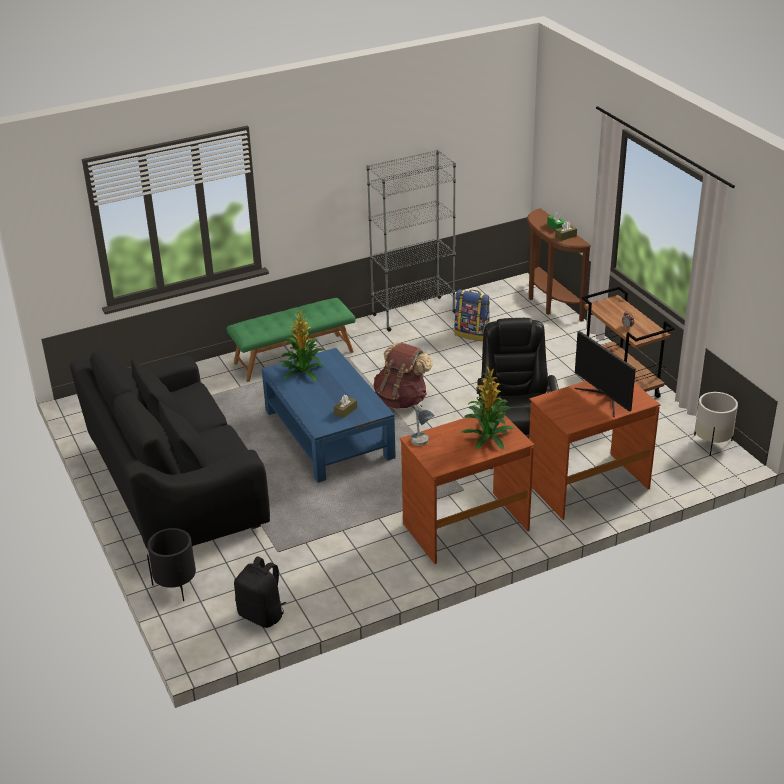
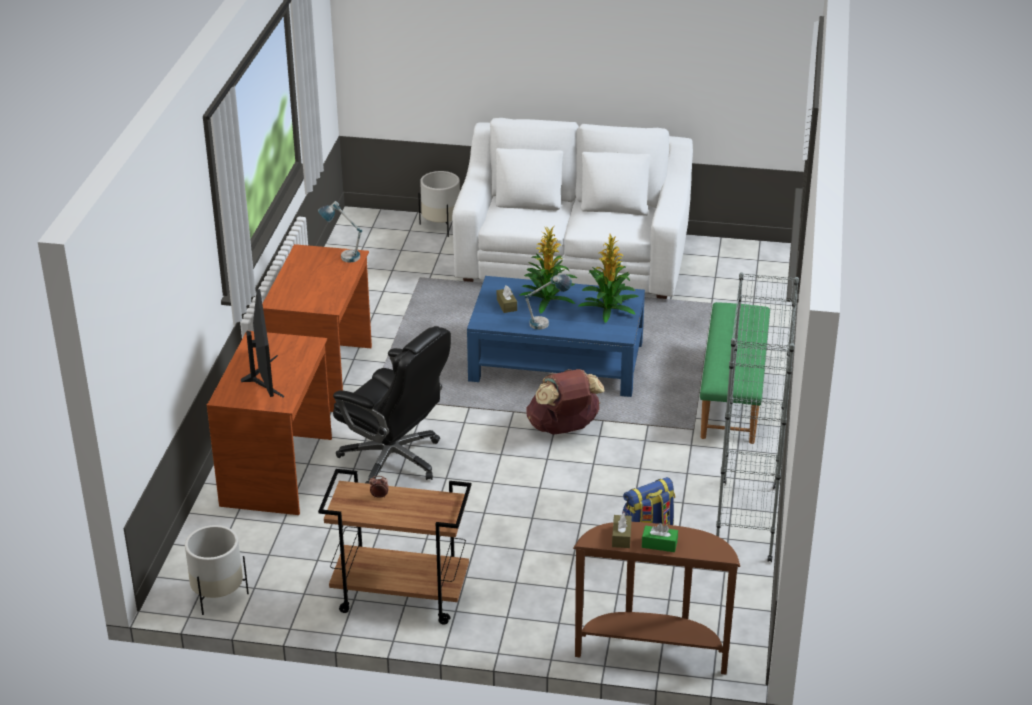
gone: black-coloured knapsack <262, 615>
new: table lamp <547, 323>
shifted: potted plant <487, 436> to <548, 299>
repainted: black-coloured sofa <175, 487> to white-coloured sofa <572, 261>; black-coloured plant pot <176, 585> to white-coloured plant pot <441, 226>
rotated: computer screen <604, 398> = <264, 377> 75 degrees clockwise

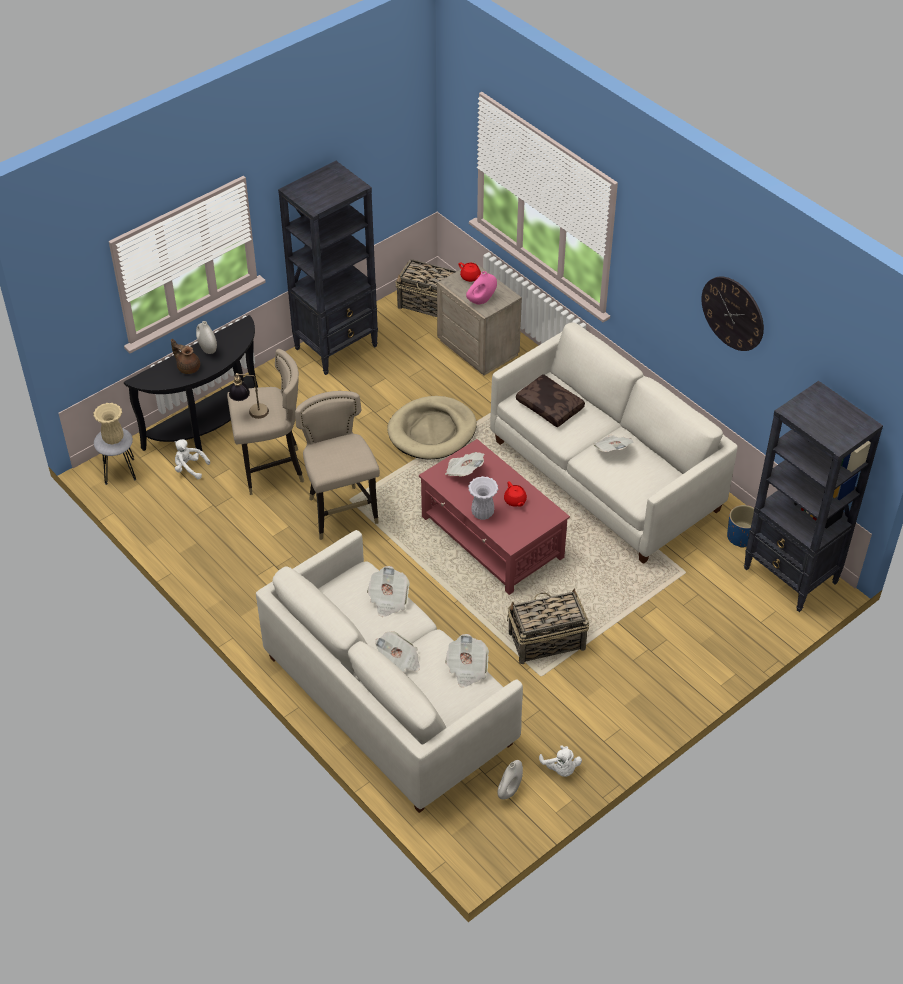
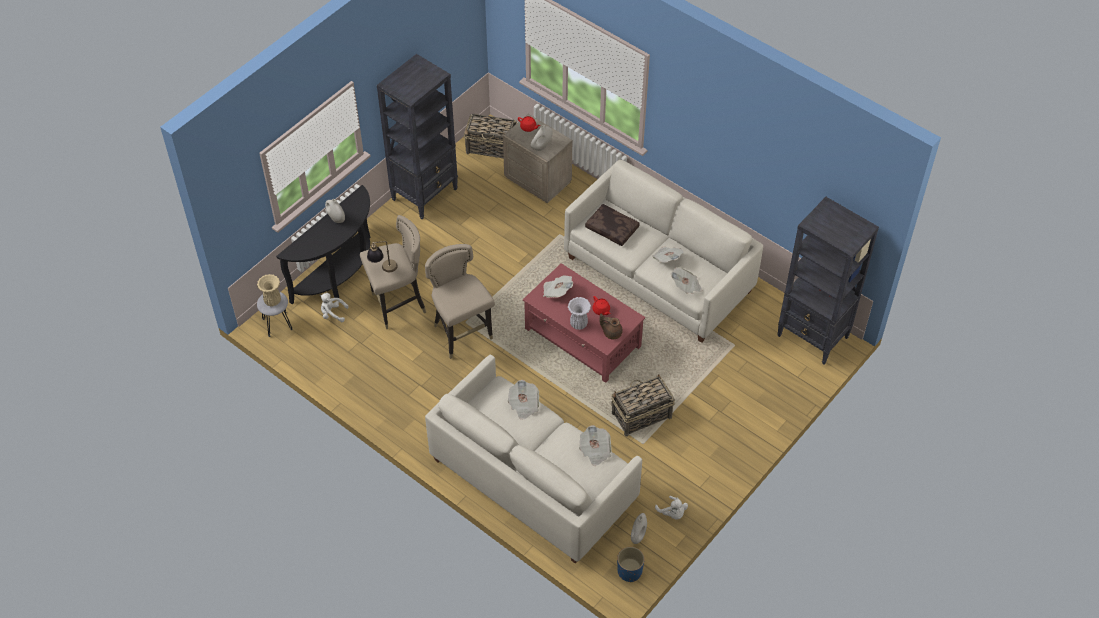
gone: clock on the wall <733, 313>; beige-coloured dog cushion <432, 431>
shifted: brownish teapot <188, 367> to <611, 332>; blue plant pot <741, 537> to <630, 571>; newspaper <399, 660> to <686, 286>
repainted: pinkish decorative vase <481, 300> to white-coloured decorative vase <541, 147>

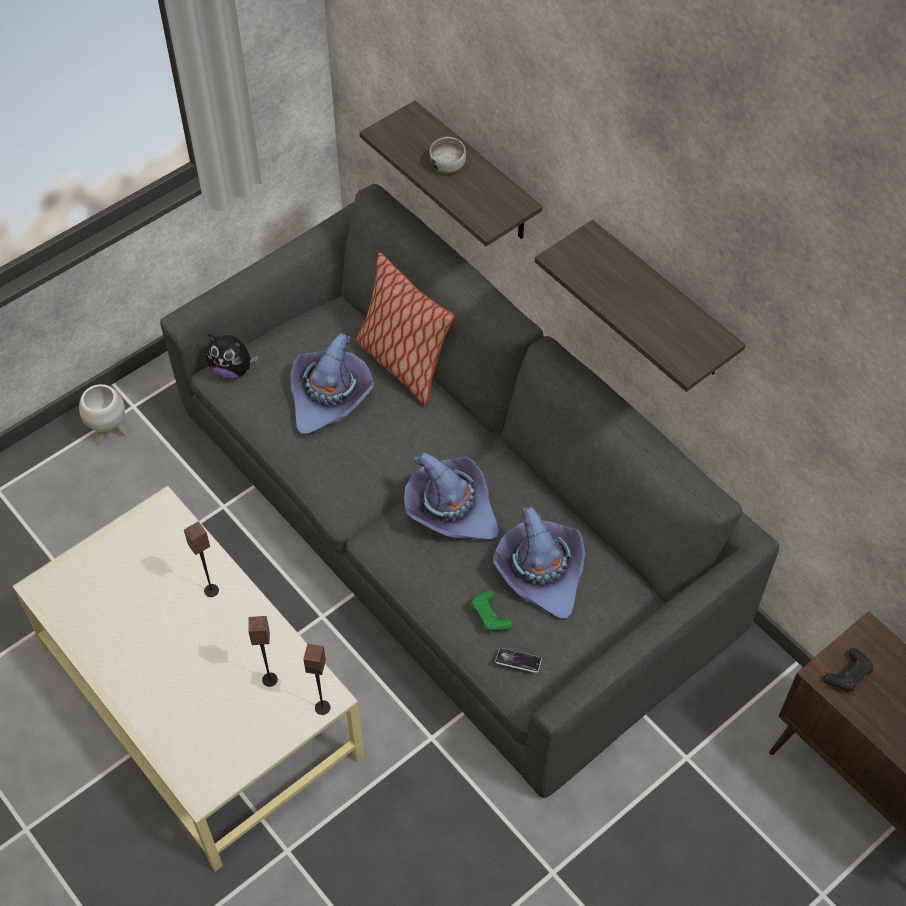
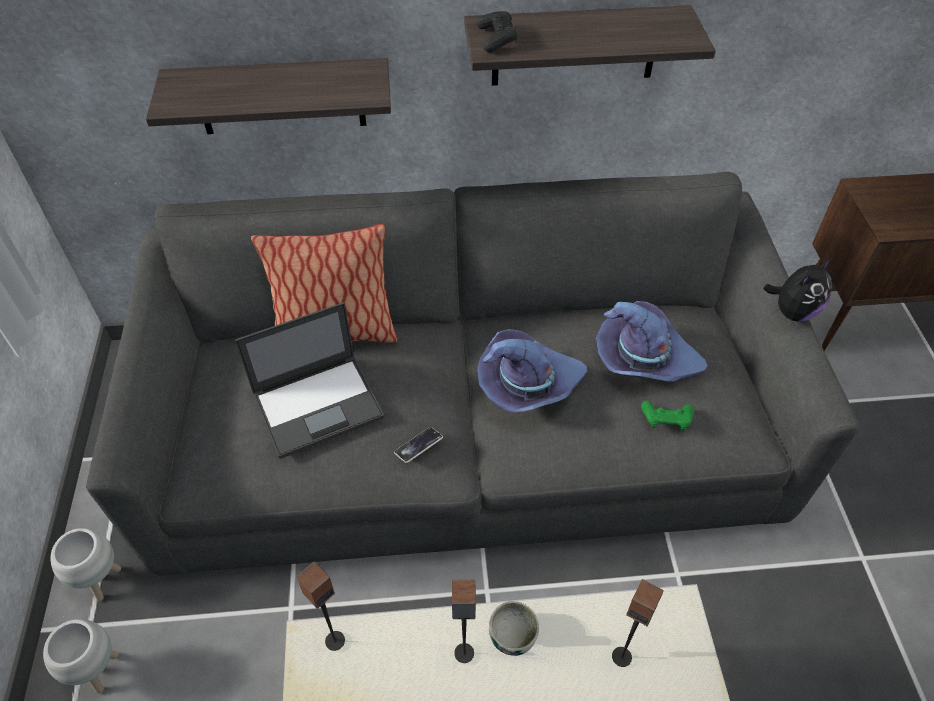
new: white-coloured plant pot <101, 580>
shifted: deep dish <447, 165> to <512, 635>; cuddly toy <232, 370> to <792, 311>; speaker <322, 707> to <334, 640>; handset <518, 661> to <418, 446>; black-coloured game controller <848, 675> to <496, 39>
swapped: purple clothing hat <330, 396> to laptop <319, 404>

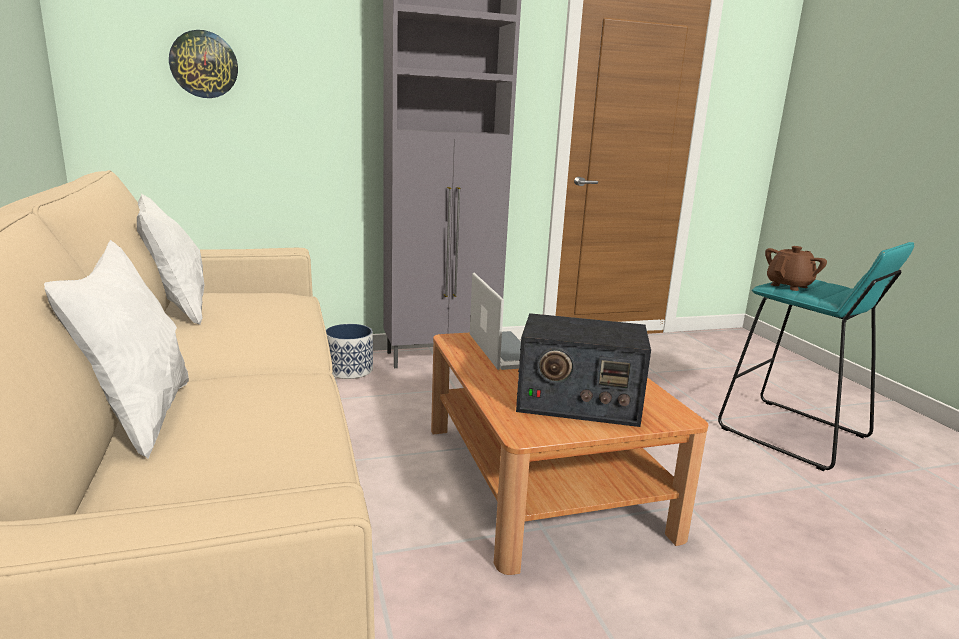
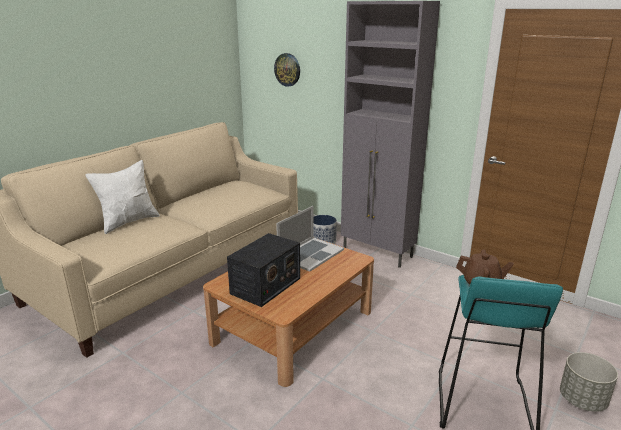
gone: white-coloured pillow <175, 310>
new: gray plant pot <582, 400>
rotated: radio <577, 402> = <265, 286> 120 degrees counterclockwise

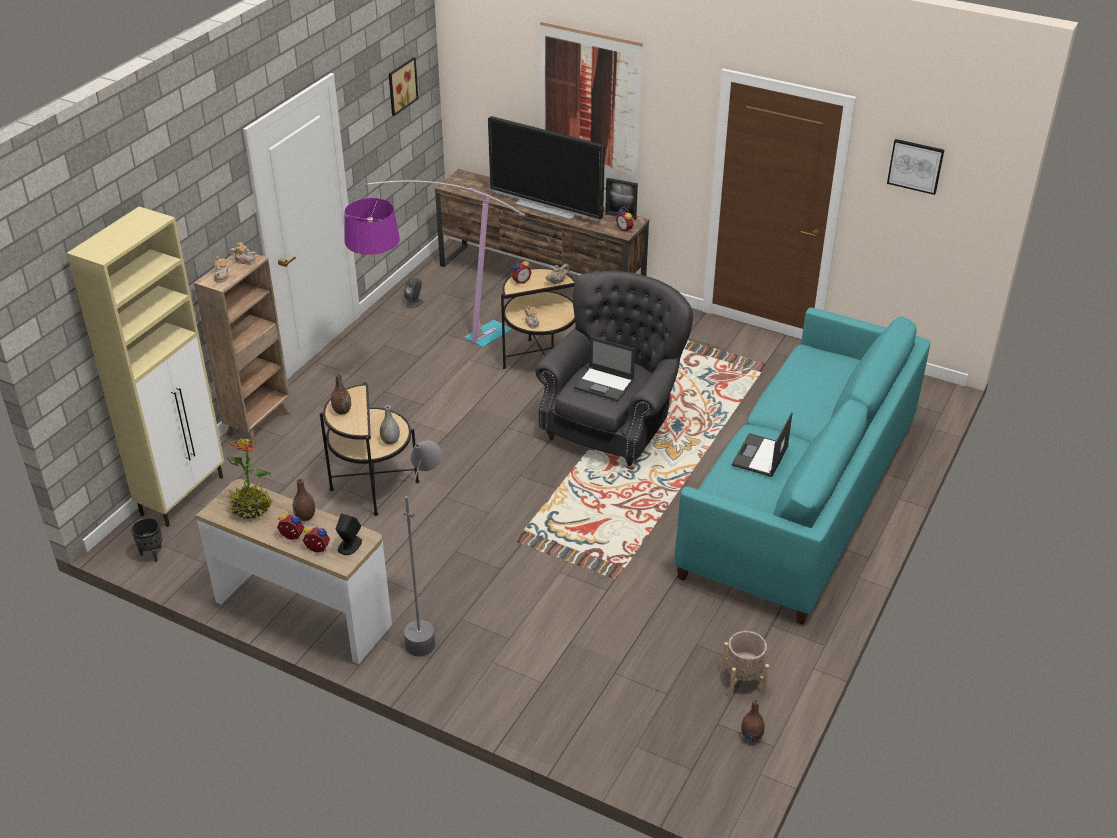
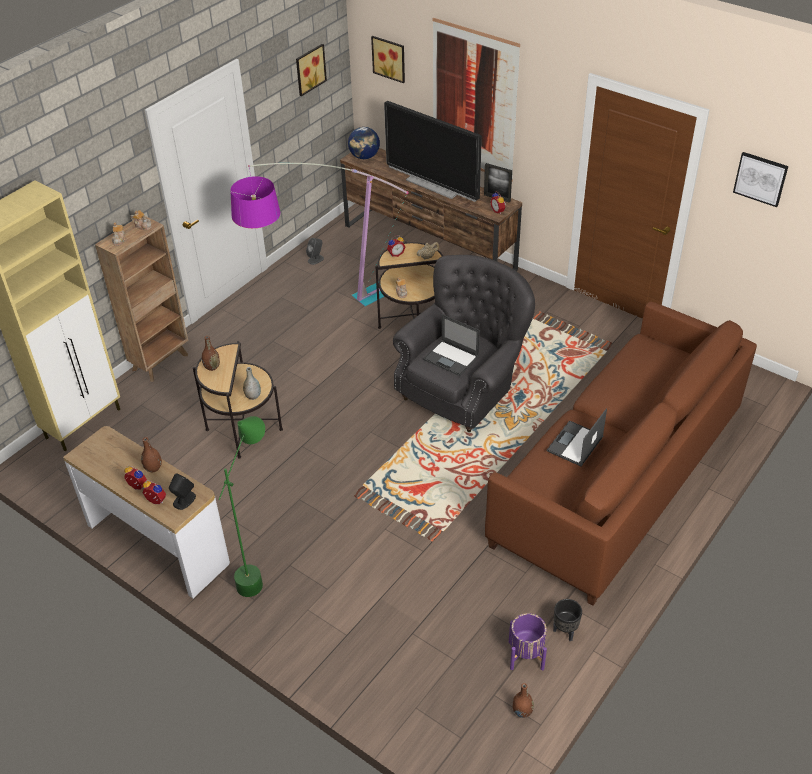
gone: potted plant <251, 508>
new: wall art <389, 58>; desk globe <364, 157>
shifted: black-coloured plant pot <152, 554> to <565, 632>
repainted: turquoise sofa <801, 496> to brownish sofa <617, 477>; gray floor lamp <428, 626> to green floor lamp <260, 569>; beige-coloured plant pot <742, 681> to purple plant pot <525, 655>

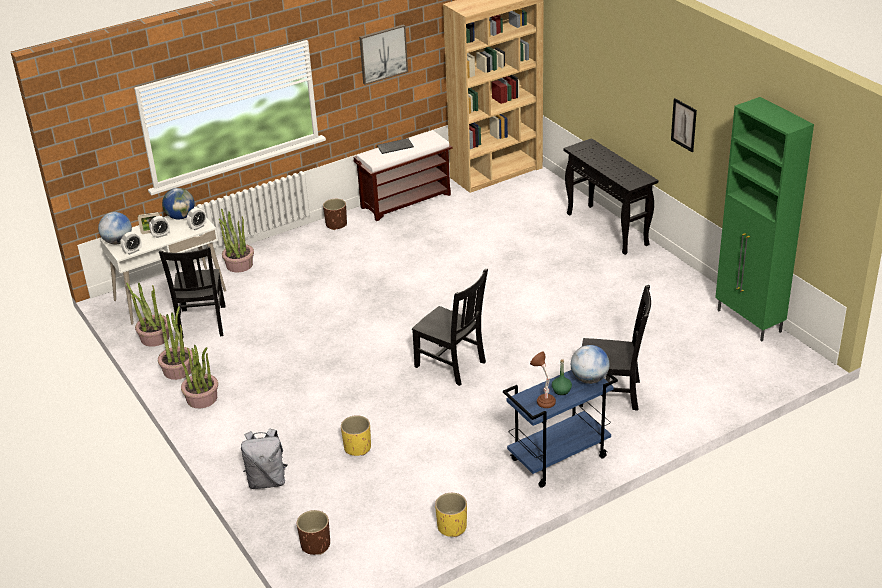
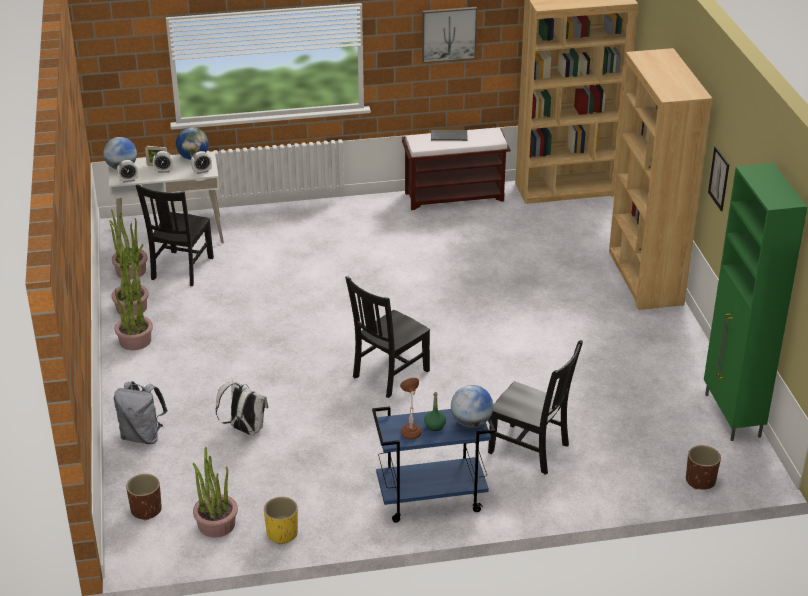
shifted: brownish plant pot <336, 224> to <700, 481>; potted plant <239, 264> to <216, 524>
swapped: black-coloured hall table <608, 229> to brownish shelving unit <644, 278>; yellow plant pot <357, 448> to white-coloured knapsack <245, 429>
rotated: black-coloured plain chair <452, 365> = <389, 375> 75 degrees clockwise

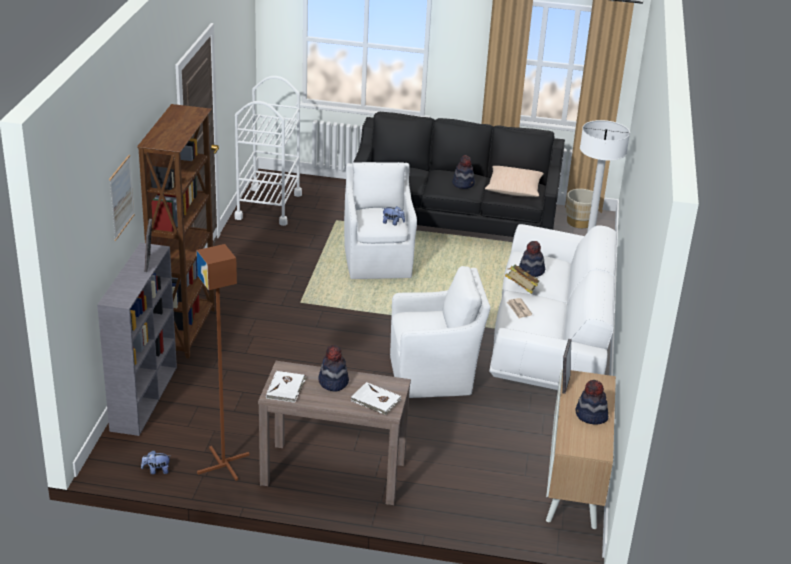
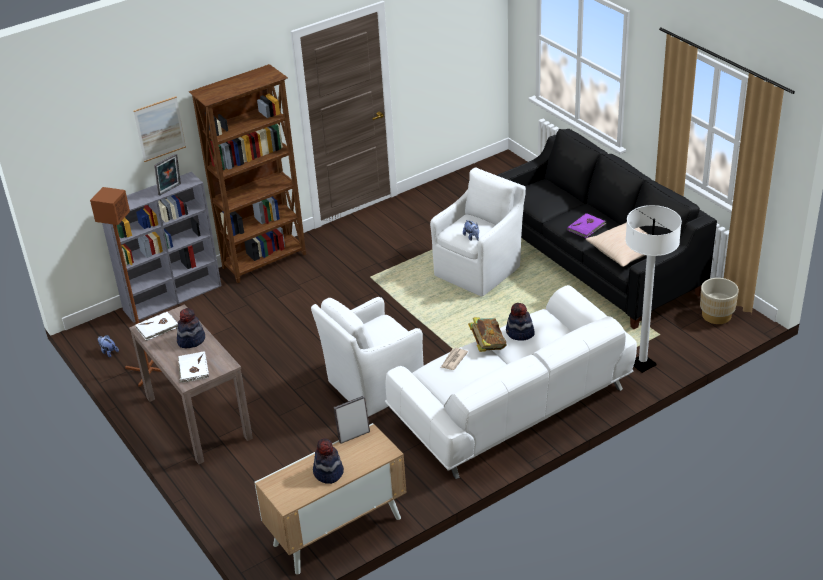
gone: white-coloured trolley <268, 206>
swapped: clothing hat <463, 184> to purple bound book <586, 227>
rotated: white-coloured armchair <434, 376> = <372, 386> 105 degrees clockwise

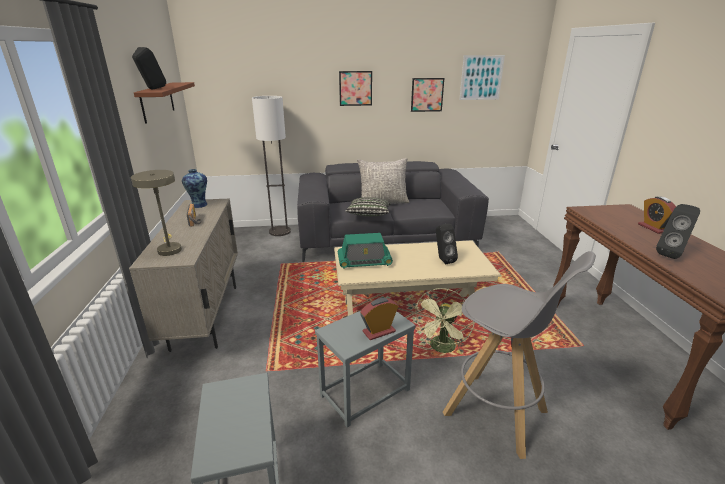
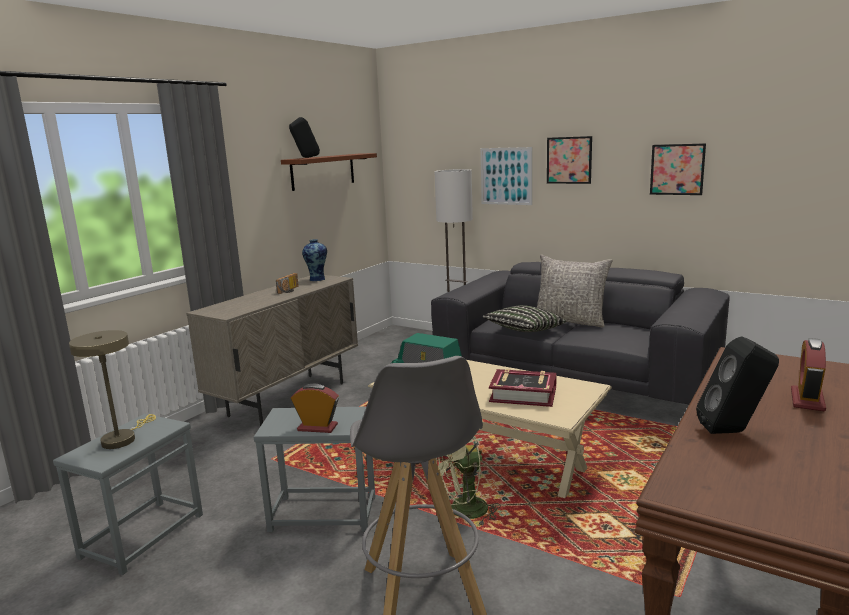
shifted: wall art <481, 77> to <506, 176>; beige-coloured table lamp <169, 249> to <122, 438>
swapped: black-coloured speaker <443, 260> to bound book <523, 394>

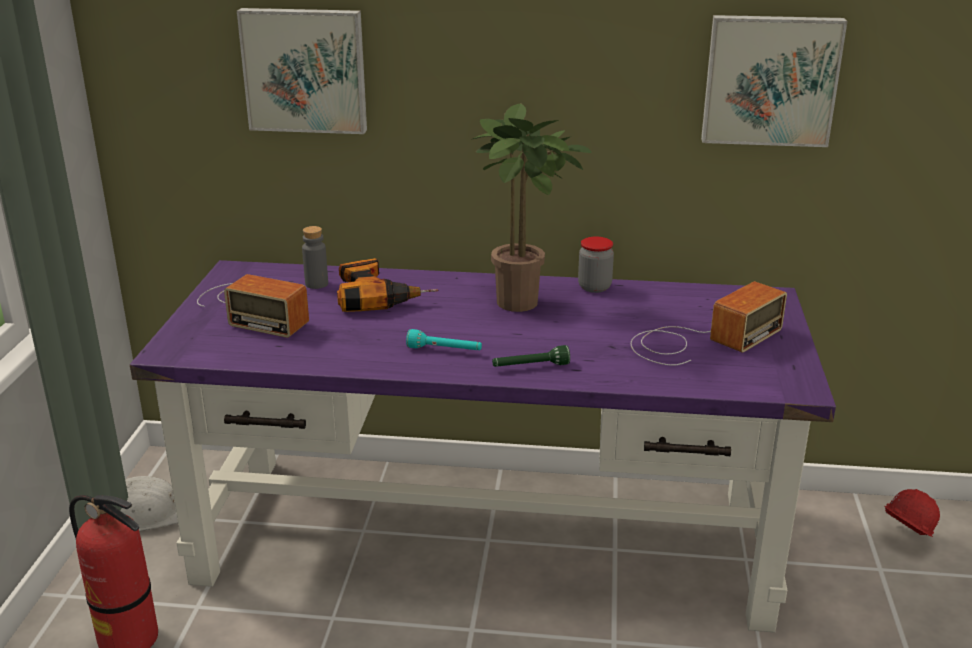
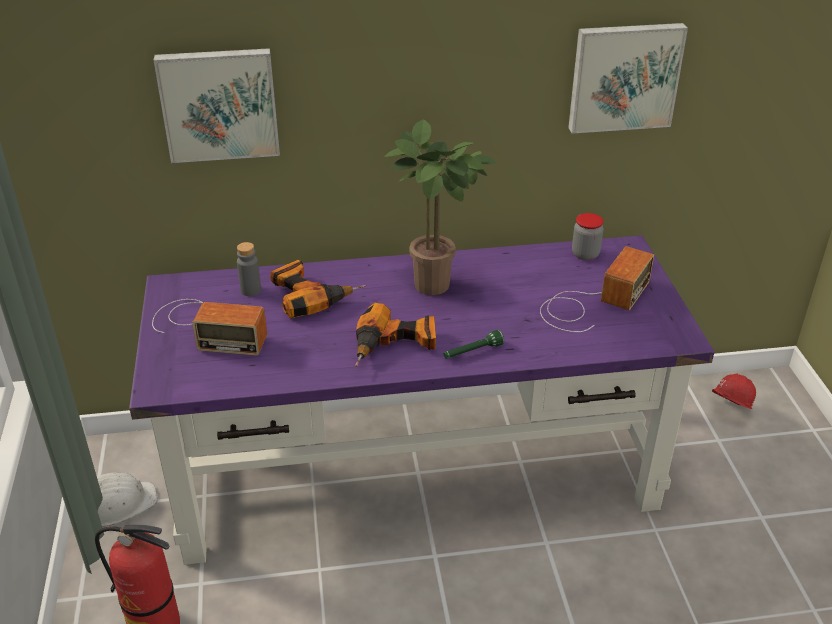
shifted: preserve jar <594, 287> to <585, 254>
swapped: turquoise flashlight <444, 350> to power drill <395, 346>

